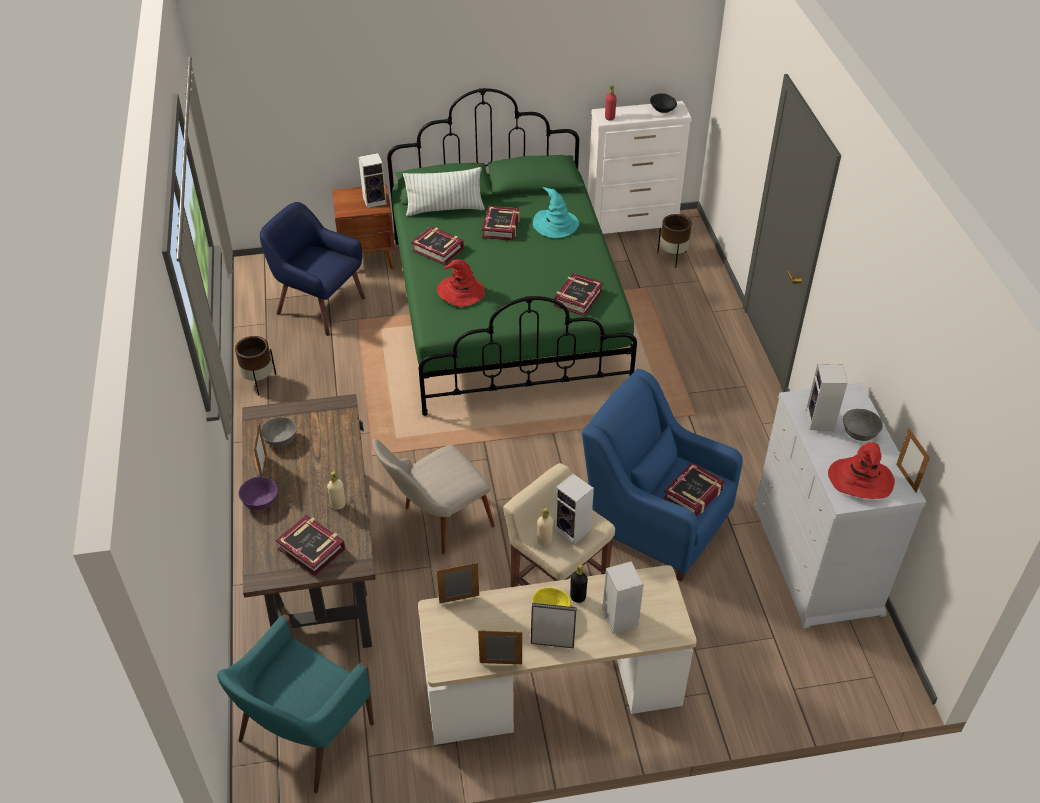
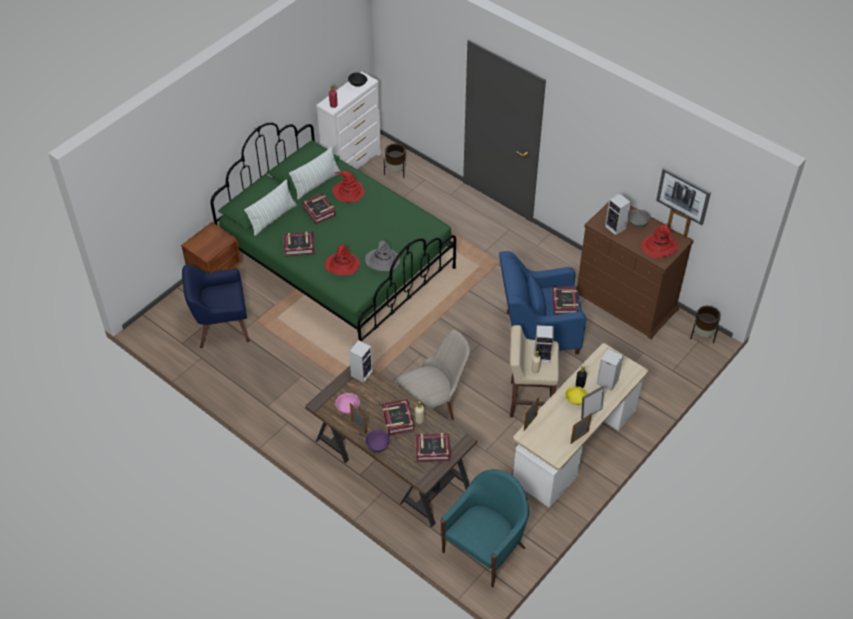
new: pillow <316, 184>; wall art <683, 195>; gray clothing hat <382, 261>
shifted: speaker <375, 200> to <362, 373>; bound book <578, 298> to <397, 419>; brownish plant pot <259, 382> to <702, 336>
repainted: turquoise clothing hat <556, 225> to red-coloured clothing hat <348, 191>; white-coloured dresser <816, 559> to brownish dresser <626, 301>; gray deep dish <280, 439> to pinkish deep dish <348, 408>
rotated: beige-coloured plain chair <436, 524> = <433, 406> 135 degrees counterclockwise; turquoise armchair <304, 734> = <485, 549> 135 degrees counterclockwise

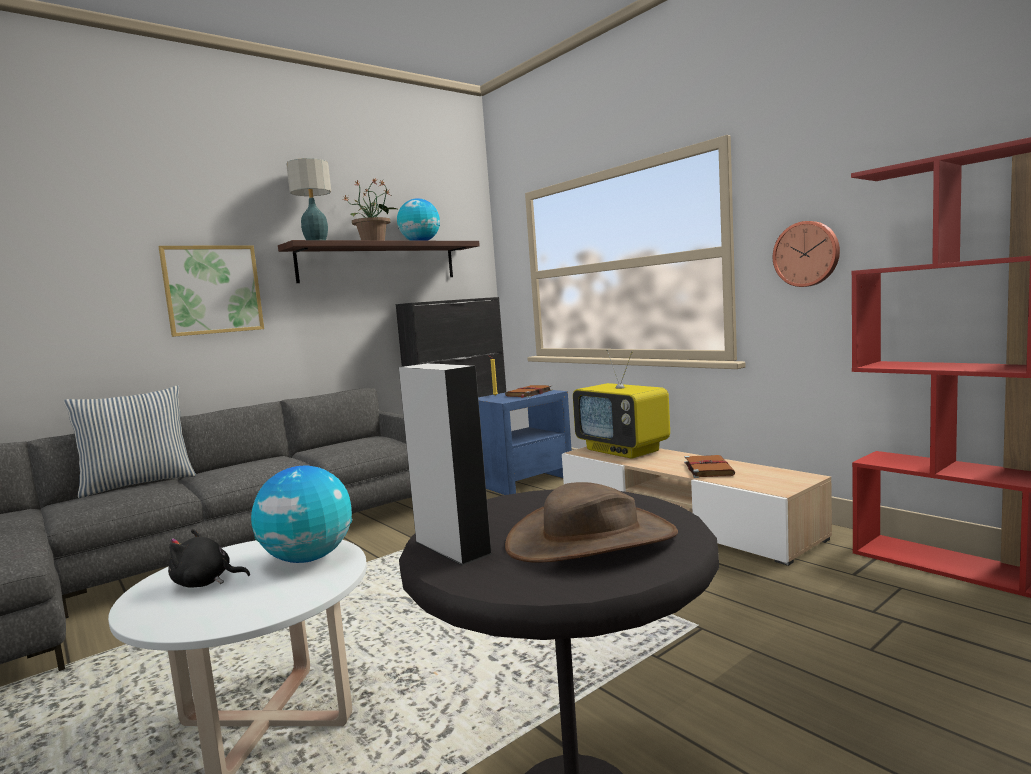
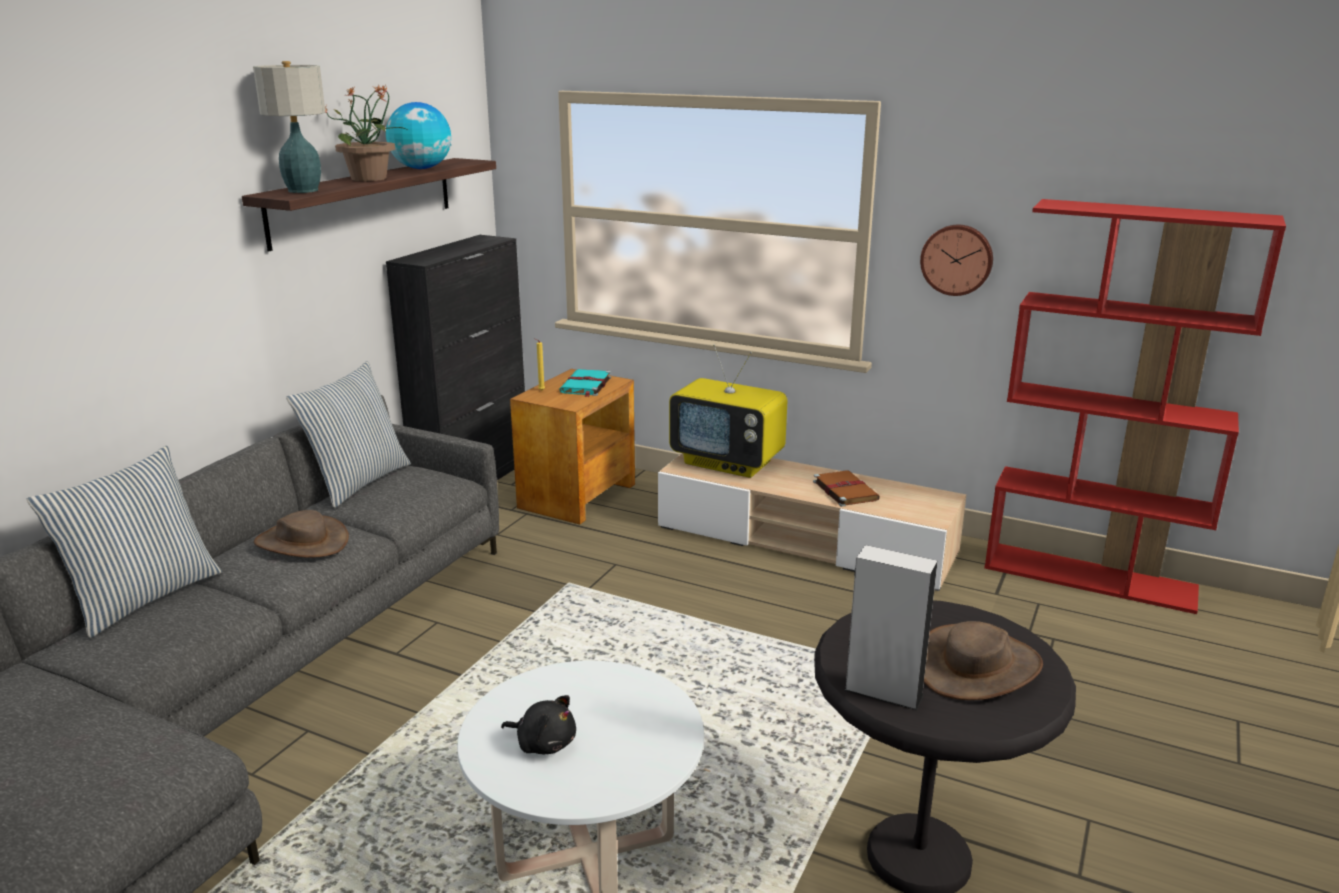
gone: wall art <213, 289>; desk globe <308, 558>
new: pillow <358, 482>; brownish clothing hat <302, 542>
repainted: brownish bound book <529, 393> to turquoise bound book <585, 385>; blue accent table <523, 481> to brownish accent table <576, 496>
rotated: black-coloured cuddly toy <205, 583> = <544, 743> 135 degrees counterclockwise

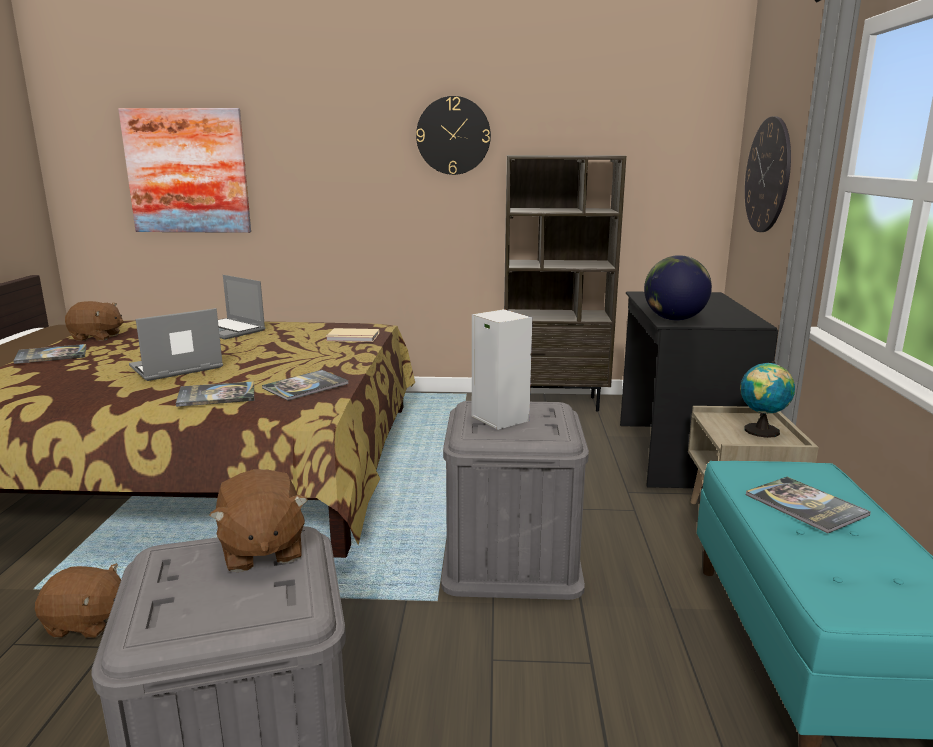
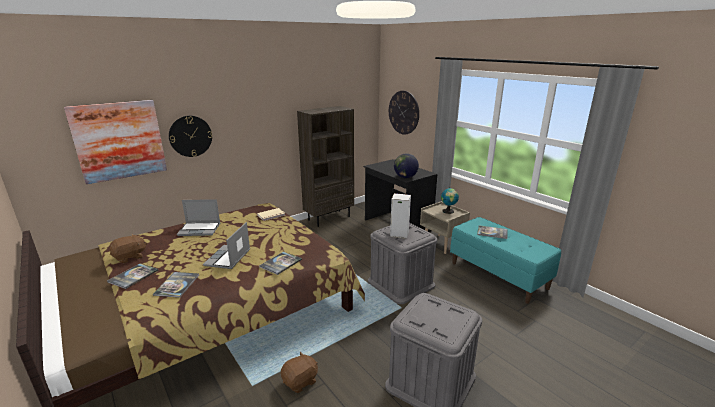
gone: brownish cuddly toy <261, 550>
shifted: clock on the wall <453, 135> to <190, 136>; bound book <306, 386> to <177, 285>

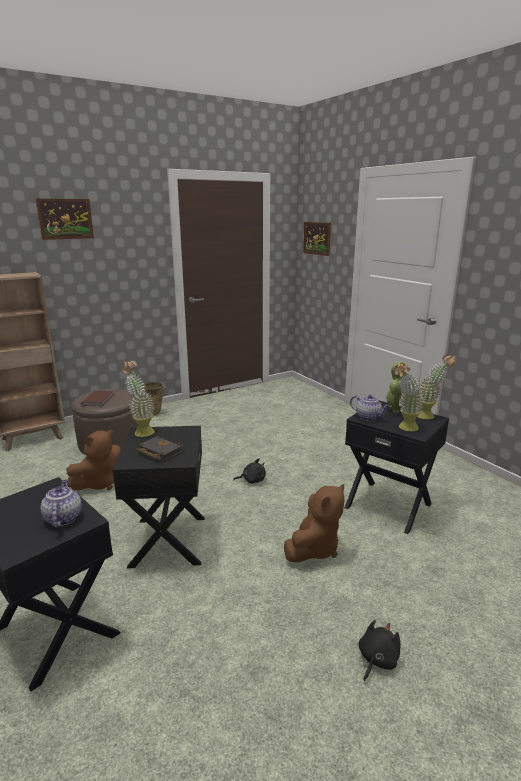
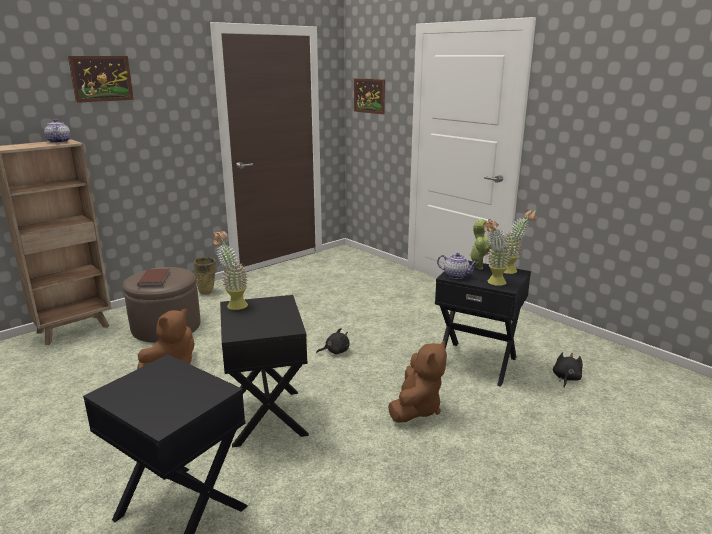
gone: black-coloured bound book <158, 452>
shifted: teapot <63, 518> to <58, 142>; black-coloured cuddly toy <377, 659> to <566, 378>

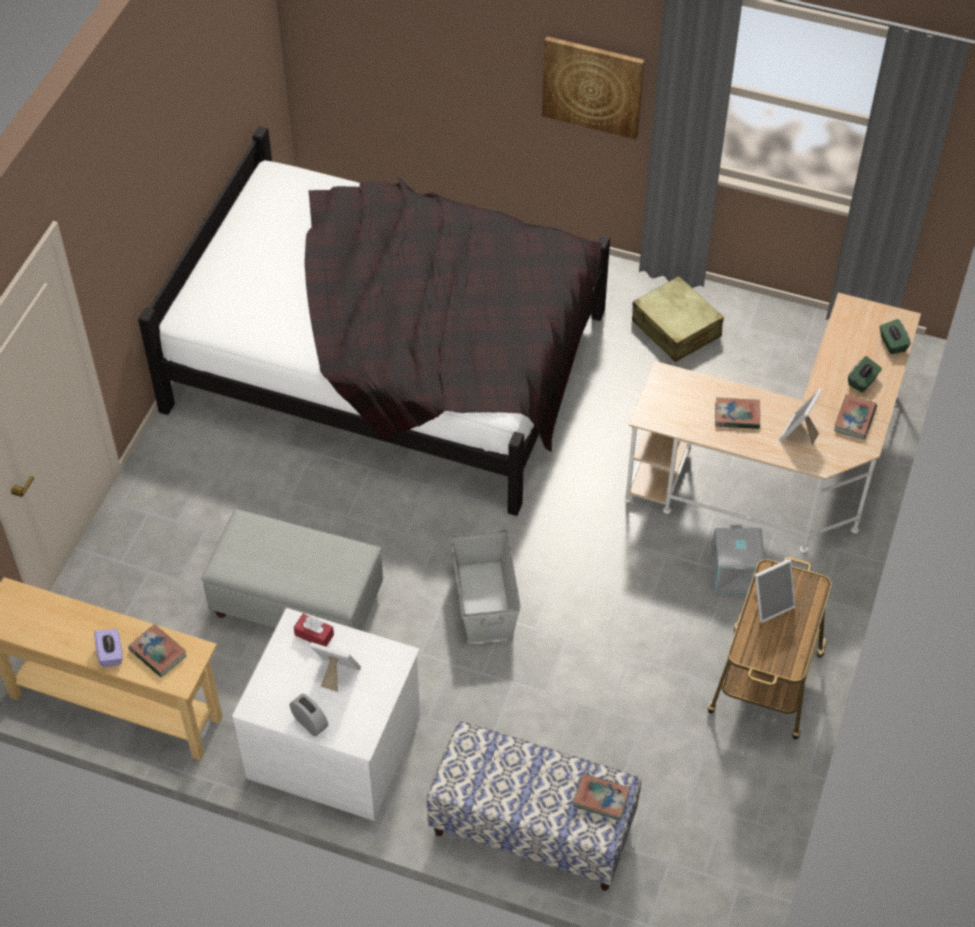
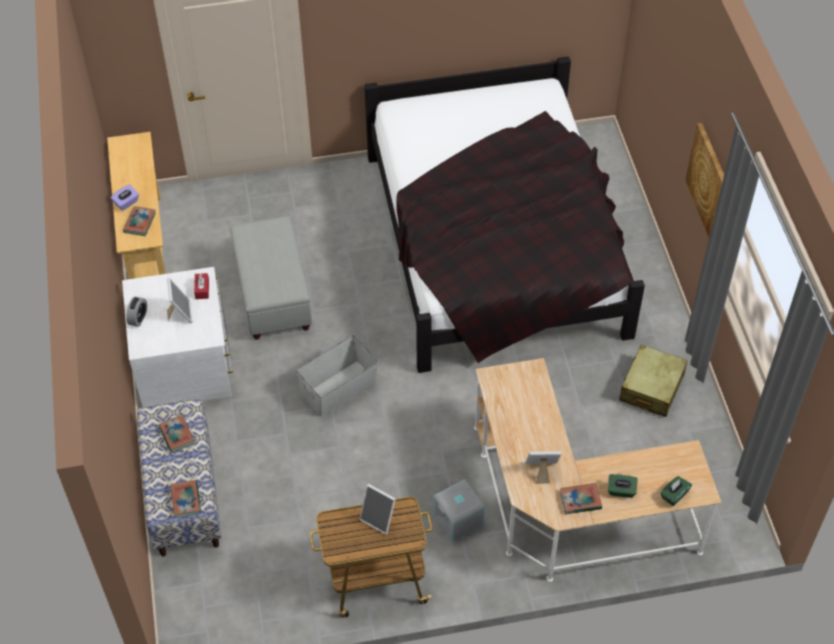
shifted: bound book <737, 416> to <177, 435>

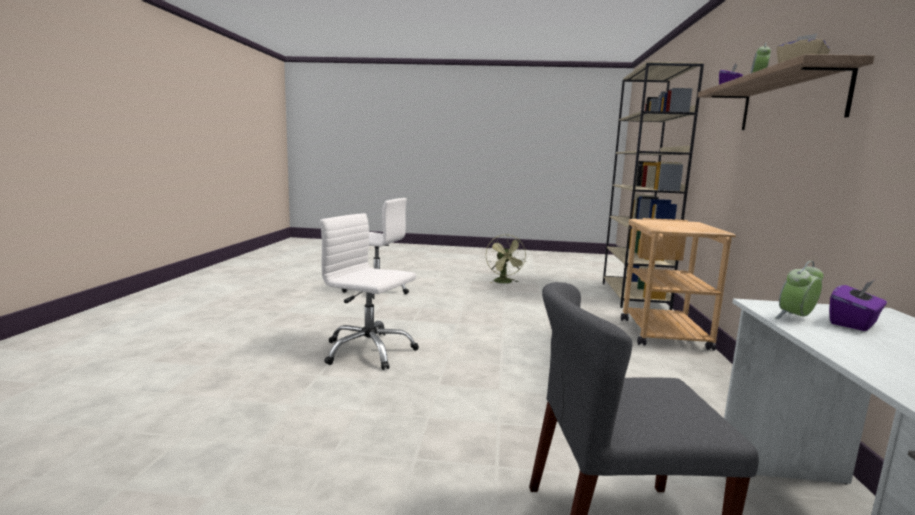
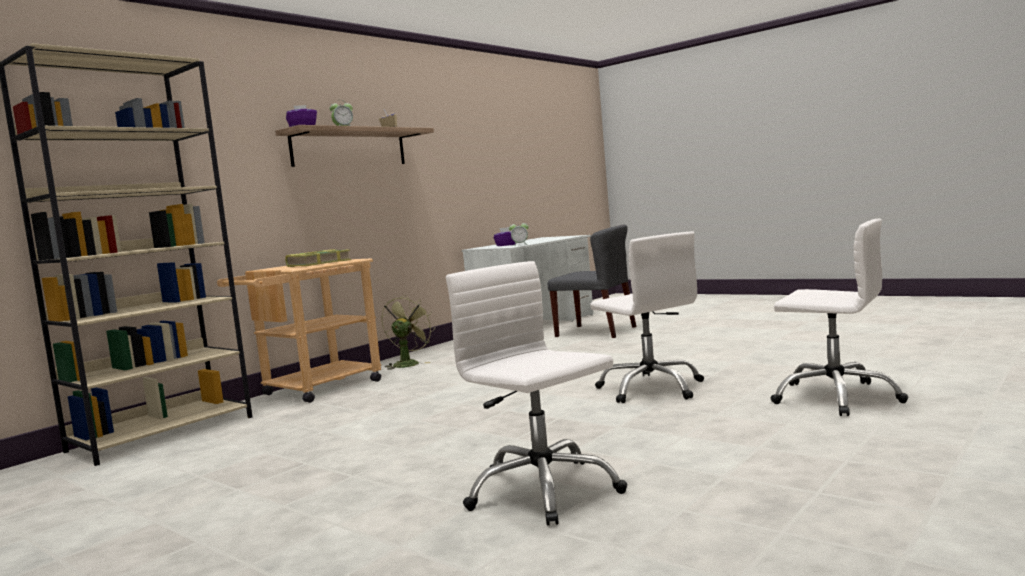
new: white-coloured office chair <836, 397>; bound book <318, 264>
shifted: green electric fan <504, 282> to <408, 363>

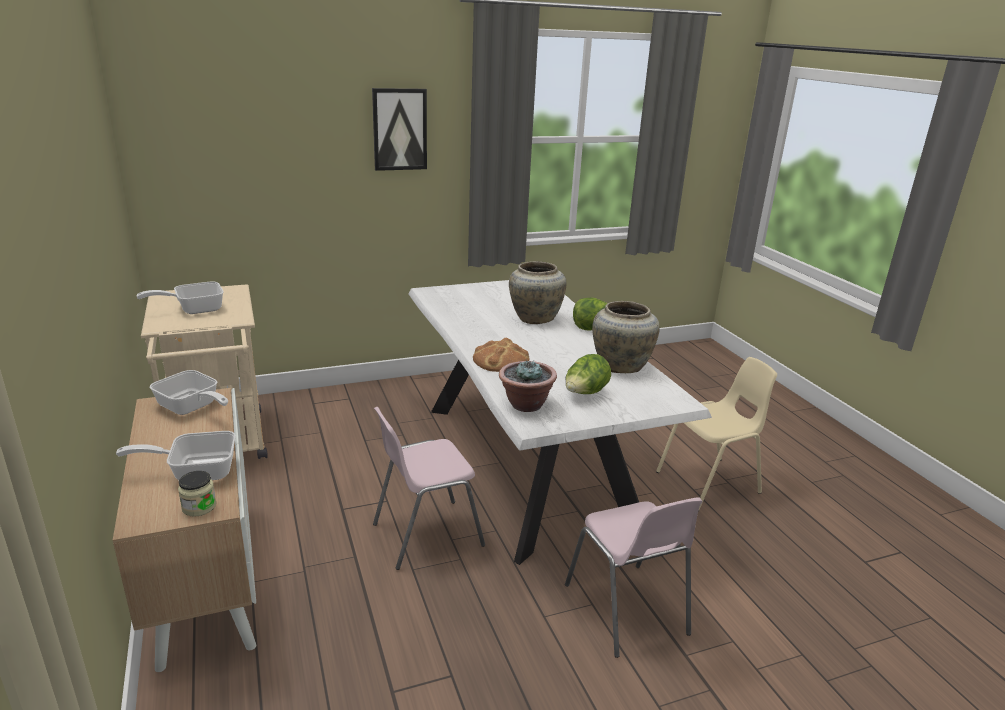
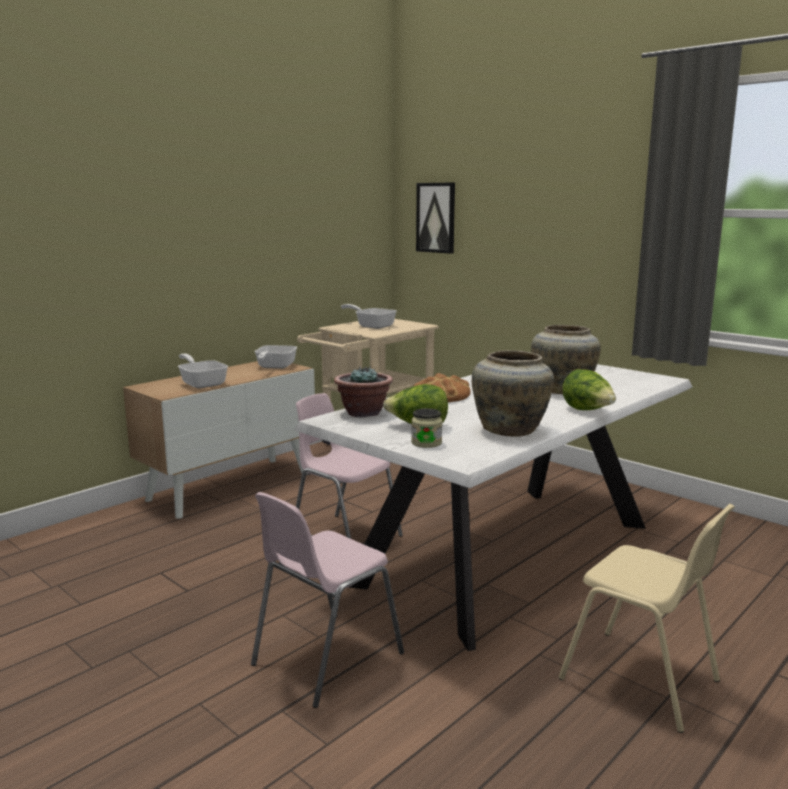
shifted: wall art <399, 129> to <436, 217>; preserve jar <199, 507> to <426, 443>

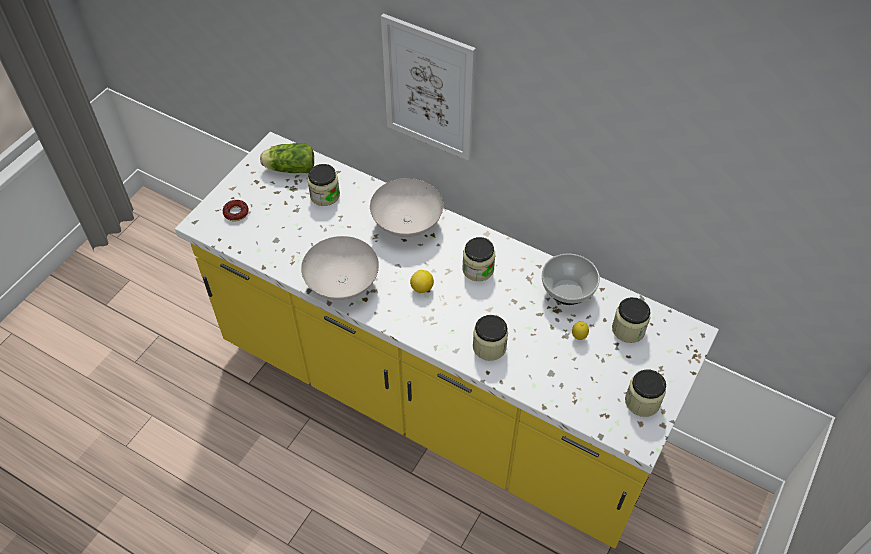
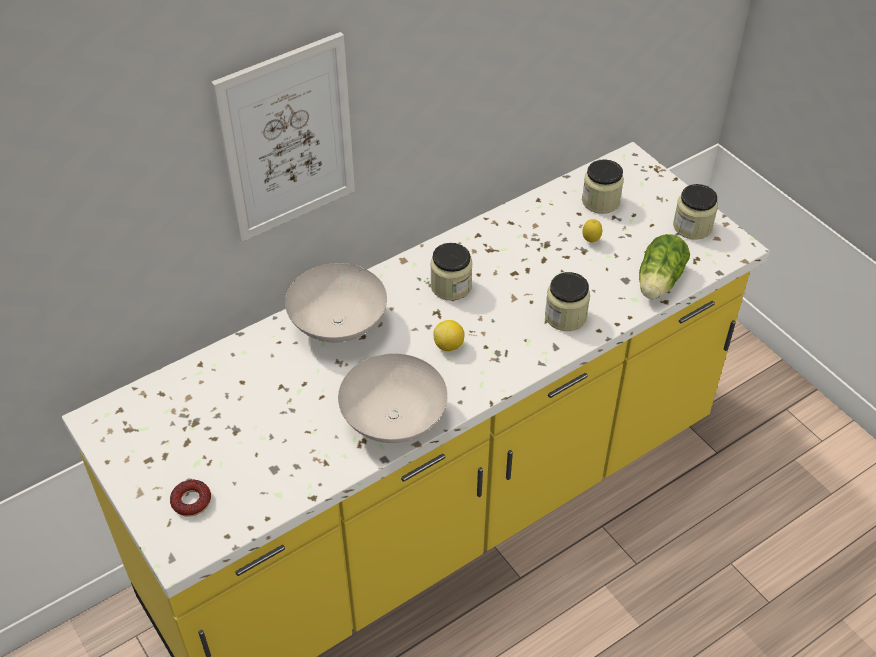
gone: preserve jar <325, 195>; deep dish <568, 293>
shifted: lettuce head <289, 168> to <658, 283>

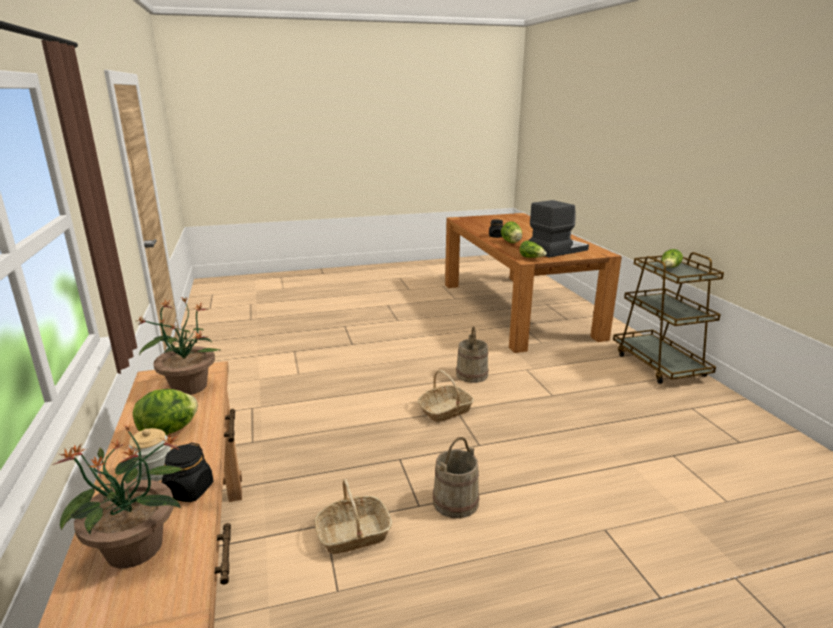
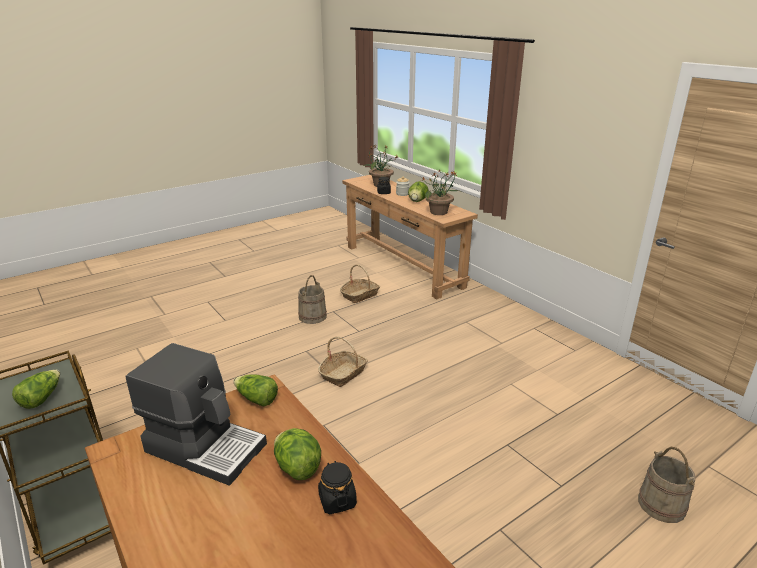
shifted: beige-coloured bucket <471, 375> to <662, 504>
rotated: coffee brewer <556, 250> = <205, 446> 105 degrees counterclockwise

